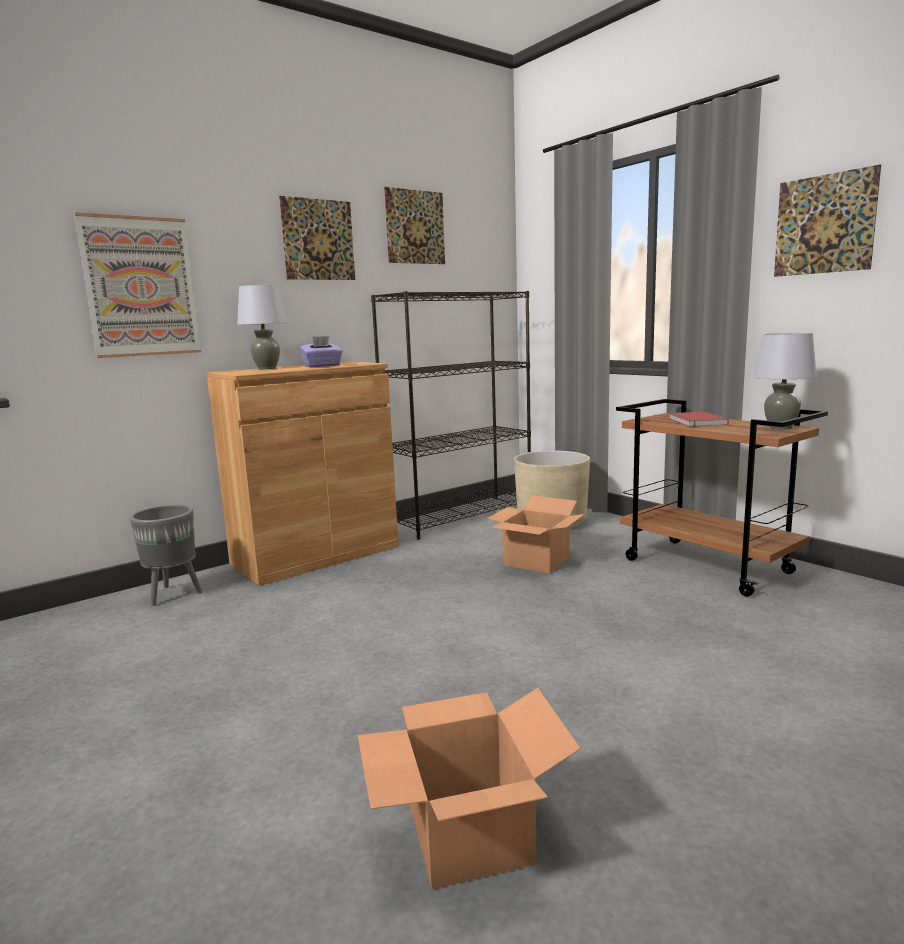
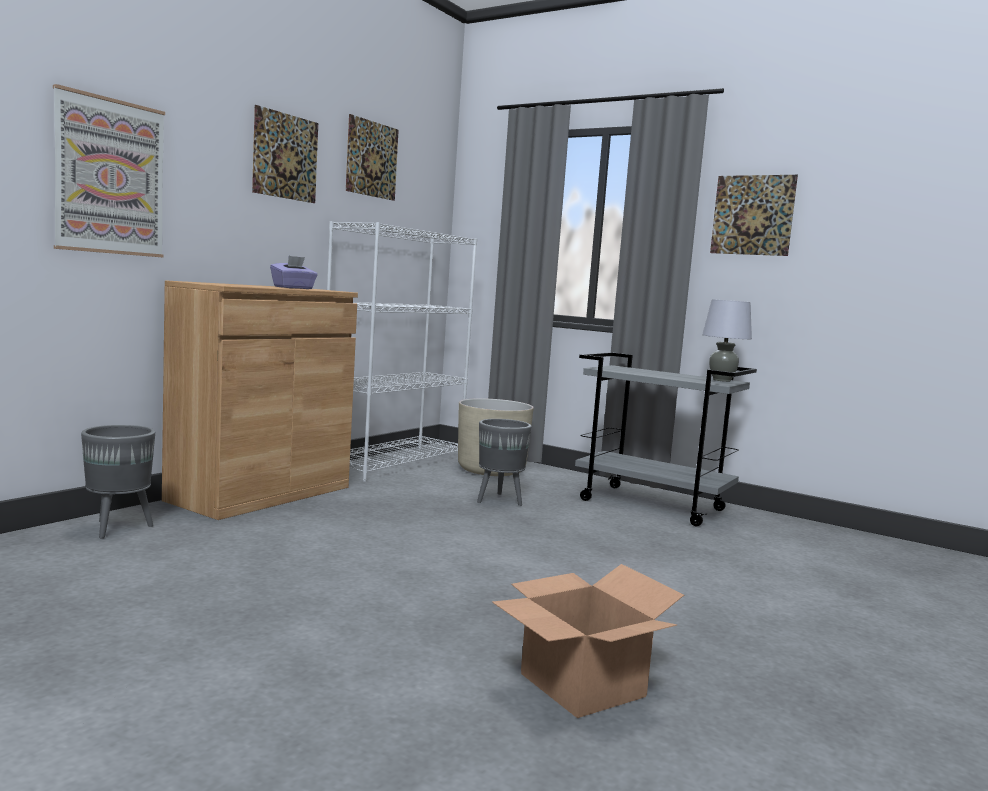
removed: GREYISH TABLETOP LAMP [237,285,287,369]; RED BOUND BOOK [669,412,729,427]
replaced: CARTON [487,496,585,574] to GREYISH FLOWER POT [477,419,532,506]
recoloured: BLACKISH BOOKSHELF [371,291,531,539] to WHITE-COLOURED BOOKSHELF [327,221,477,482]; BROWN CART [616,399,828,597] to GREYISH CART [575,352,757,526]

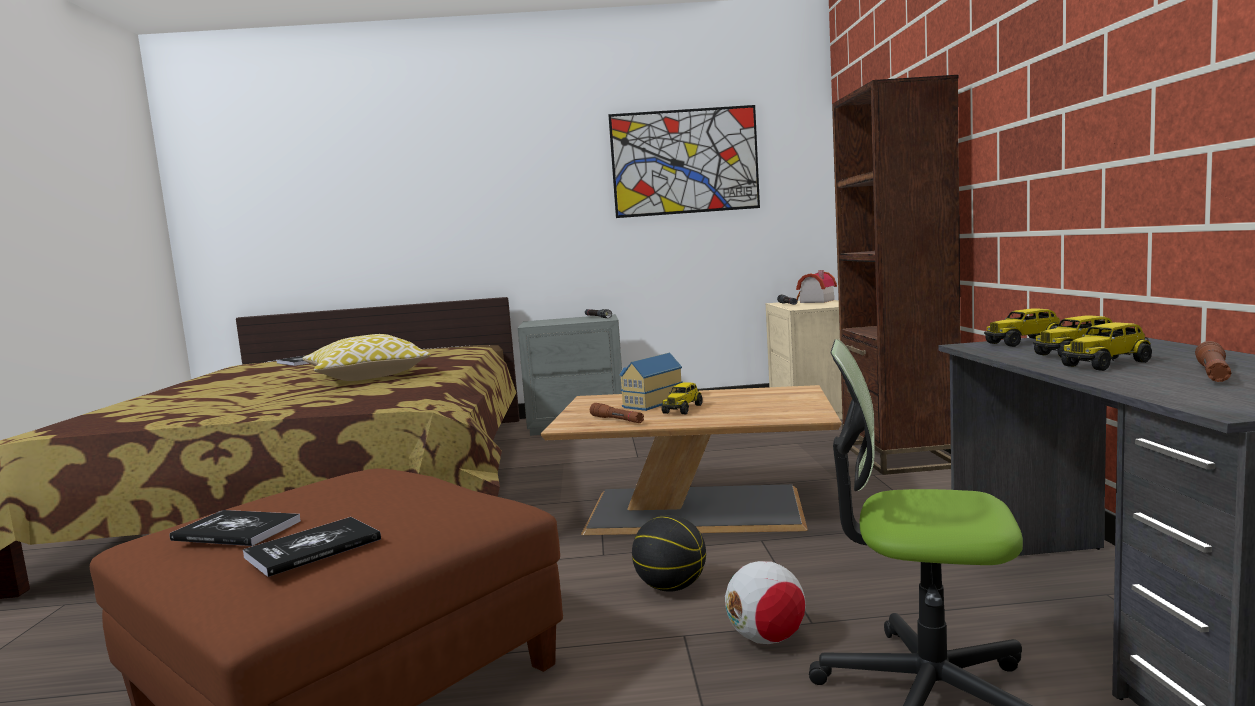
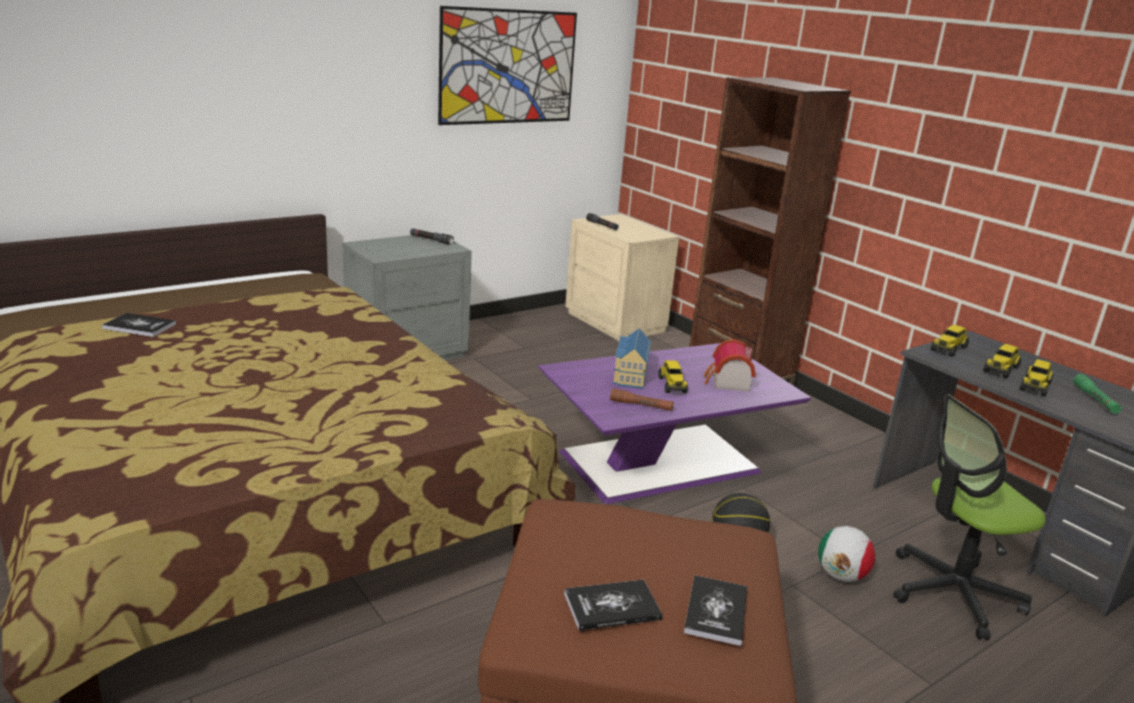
removed: THROW PILLOW [302,334,431,381]
moved: MINIATURE HOUSE [796,270,837,303] to [703,339,756,392]
recoloured: BROWN TORCH [1195,341,1231,382] to GREEN TORCH [1073,374,1122,414]; BROWN LOW TABLE [541,385,842,535] to PURPLE-COLOURED LOW TABLE [538,343,811,504]

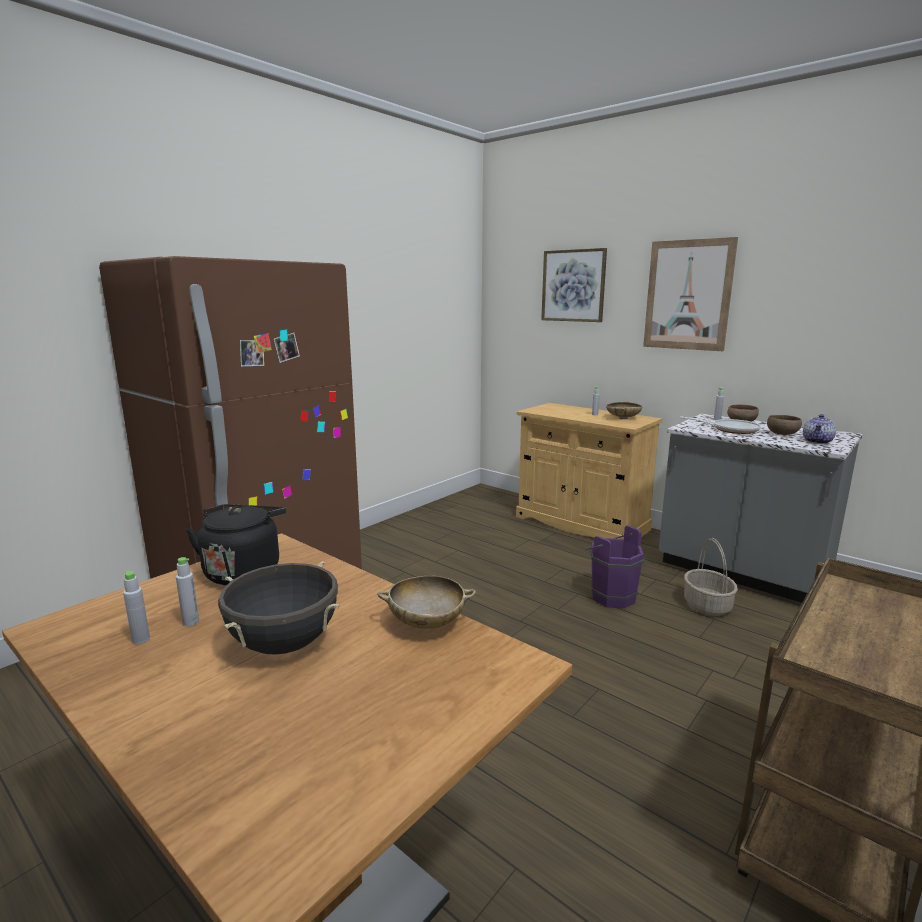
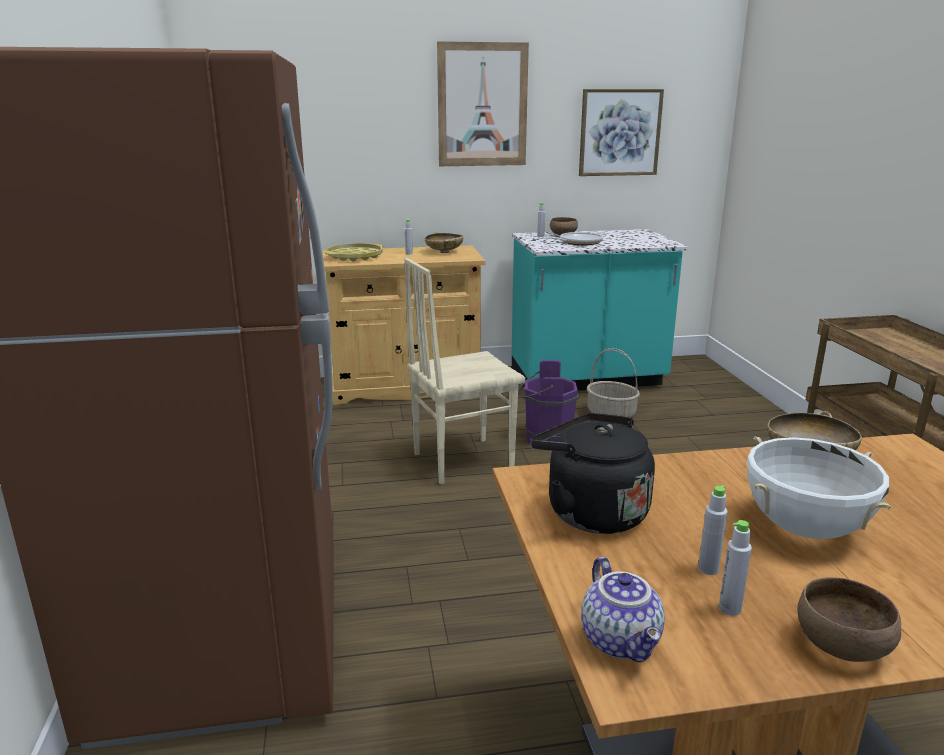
added: YELLOWISH TRAY [325,243,383,261]; SAND-COLOURED UPRIGHT CHAIR [405,258,525,484]
moved: WALL PICTURE [541,248,607,322] to [579,89,664,176]; POT FOR TEA [803,414,836,444] to [581,557,665,662]; BROWN BOWL [767,415,802,435] to [798,577,901,662]
recoloured: GREYISH COUNTER [659,414,863,603] to BLUE-GREEN COUNTER [512,229,687,391]; BLACKISH COOKING POT [218,561,339,655] to WHITE-COLOURED COOKING POT [746,436,891,539]

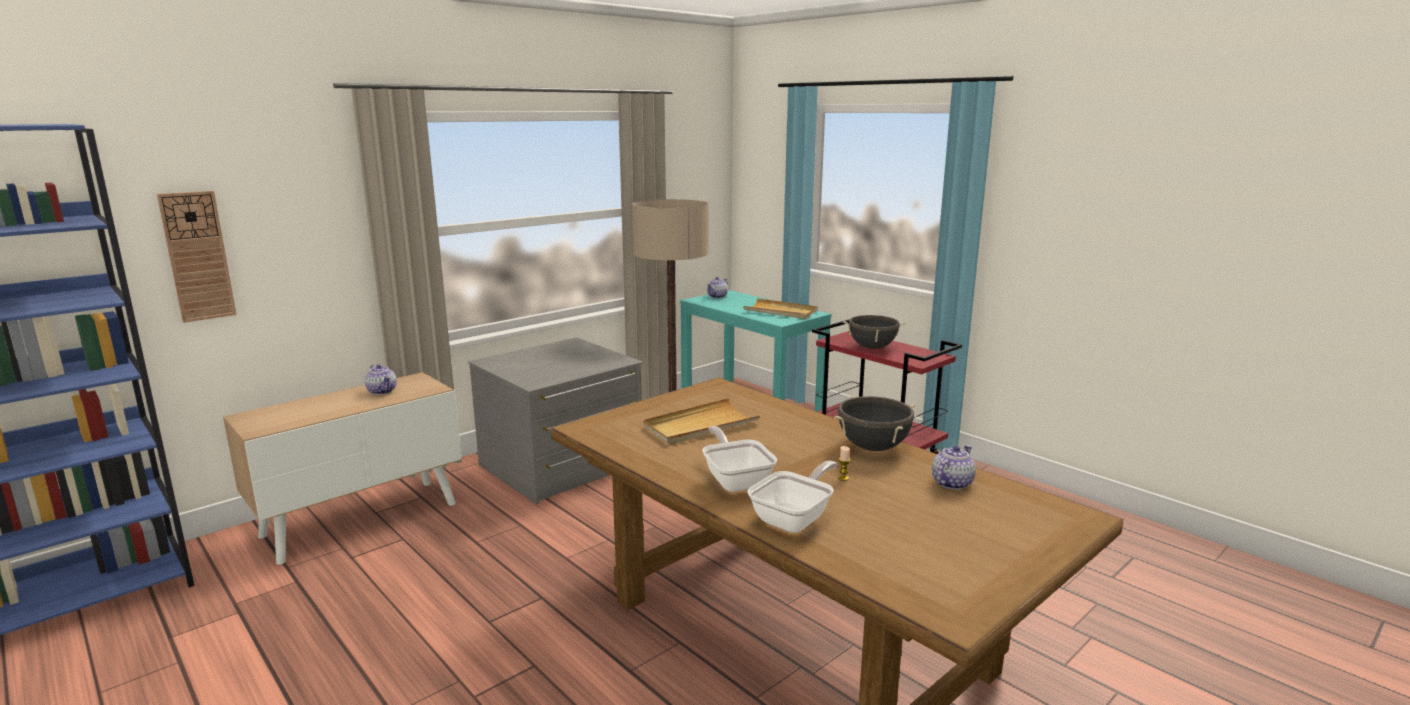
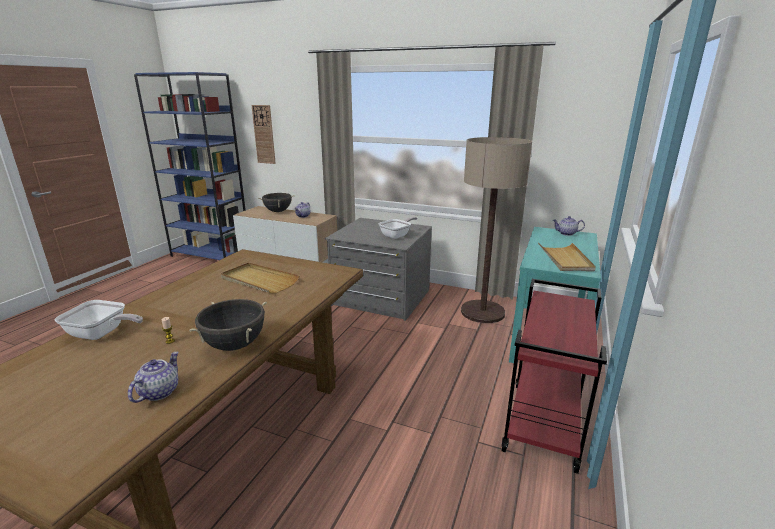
moved: BLACKISH COOKING POT [843,315,906,349] to [258,193,295,212]; PAN [702,426,777,492] to [379,217,417,239]
turned: POT FOR TEA [932,445,976,490] = [128,352,179,403] 90 degrees counterclockwise

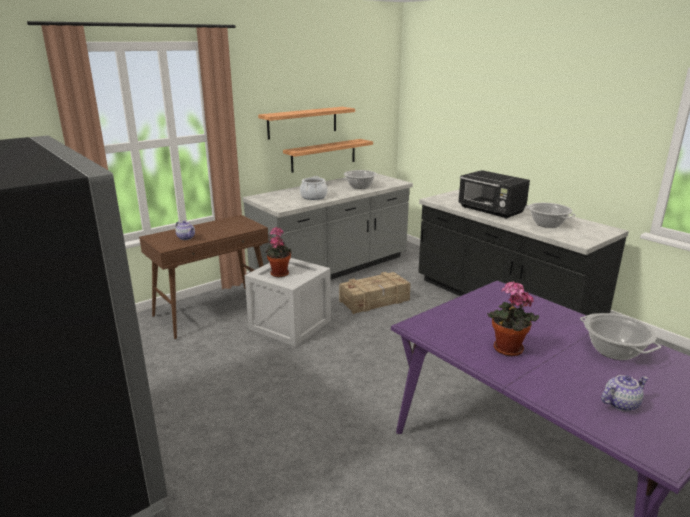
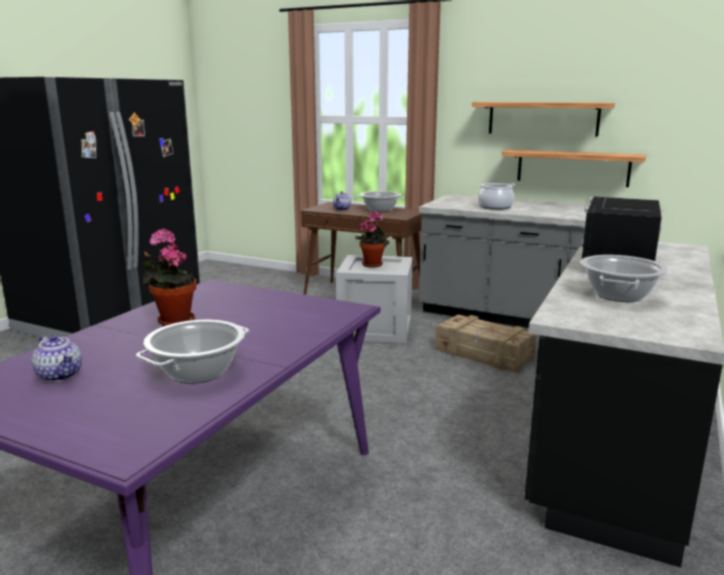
moved: COOKING POT [343,170,377,189] to [356,191,405,212]

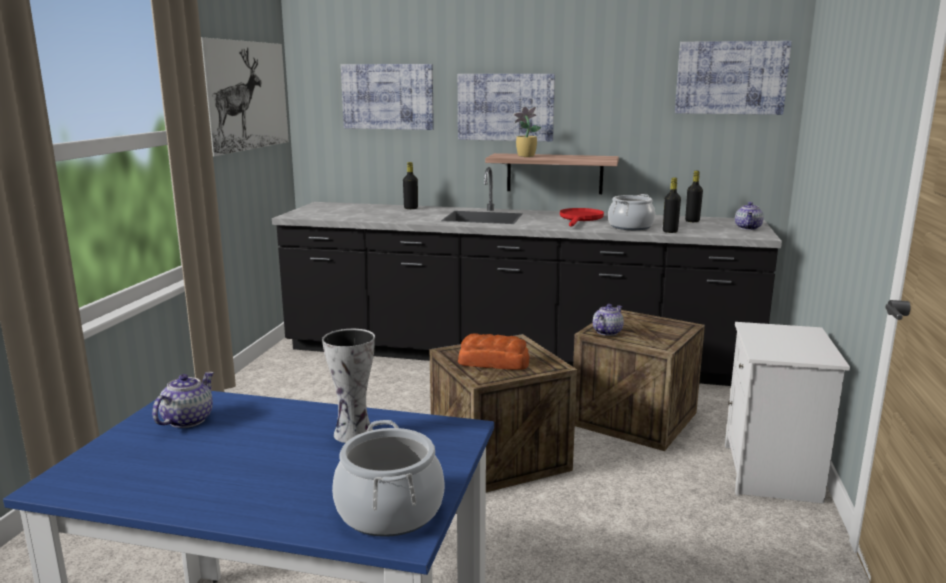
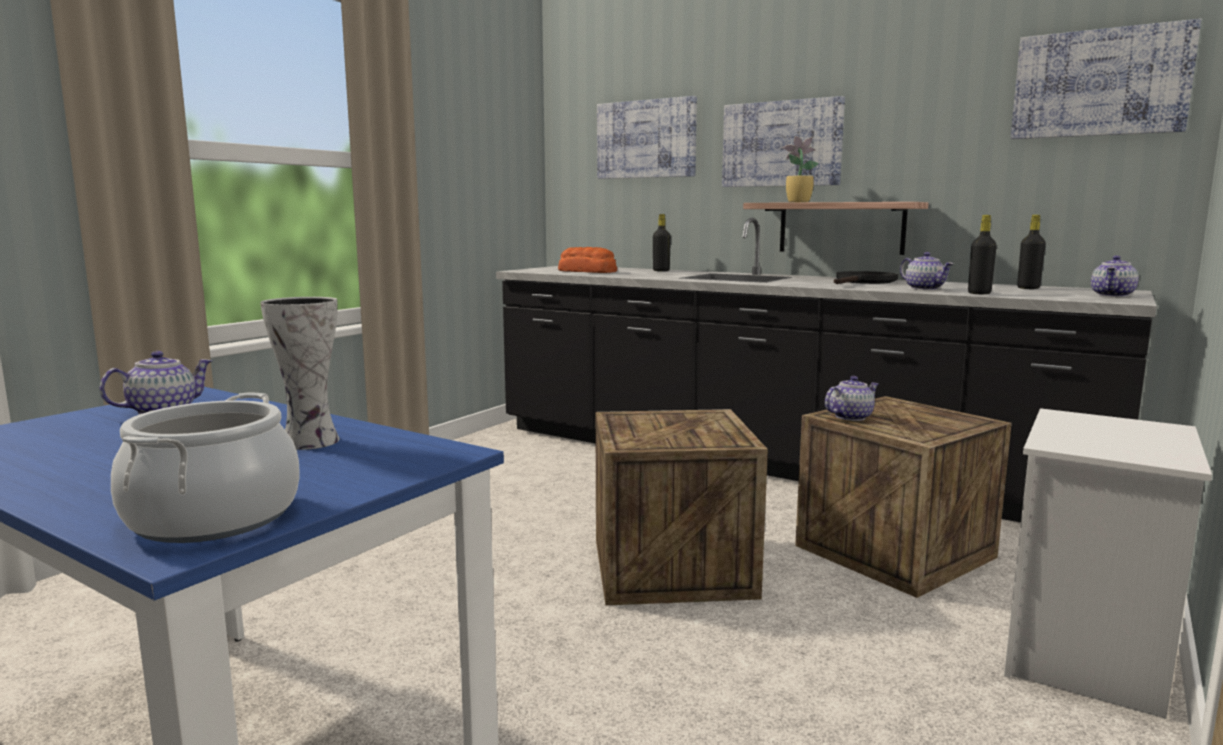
removed: WALL PICTURE [201,37,289,157]
moved: BAKERY BREAD [458,333,530,370] to [558,247,617,273]
replaced: COOKING POT [608,194,655,230] to POT FOR TEA [900,252,953,290]
recoloured: RED PAN [560,208,604,227] to BLACKISH PAN [834,271,898,284]

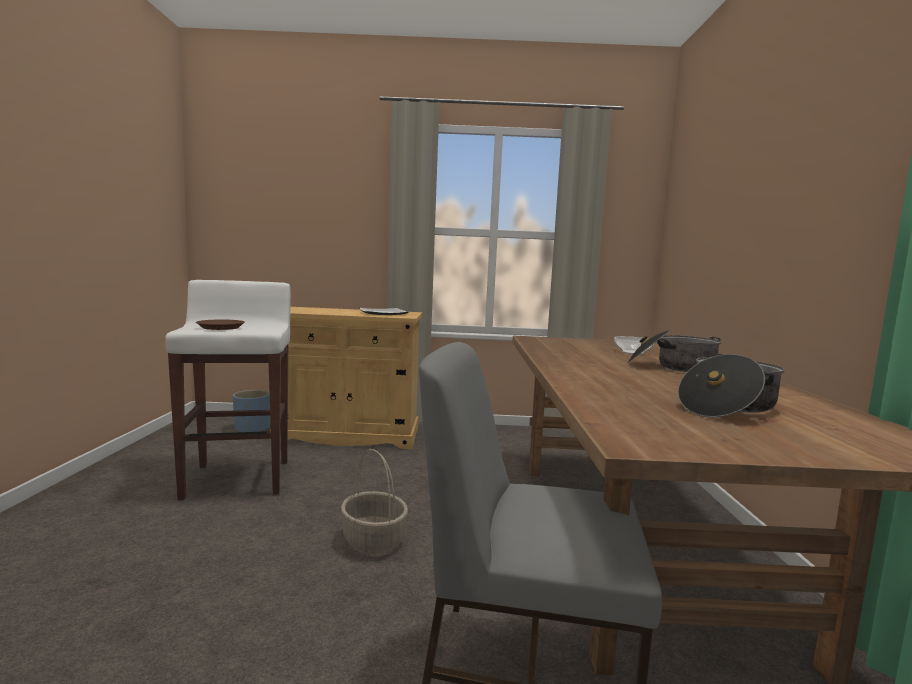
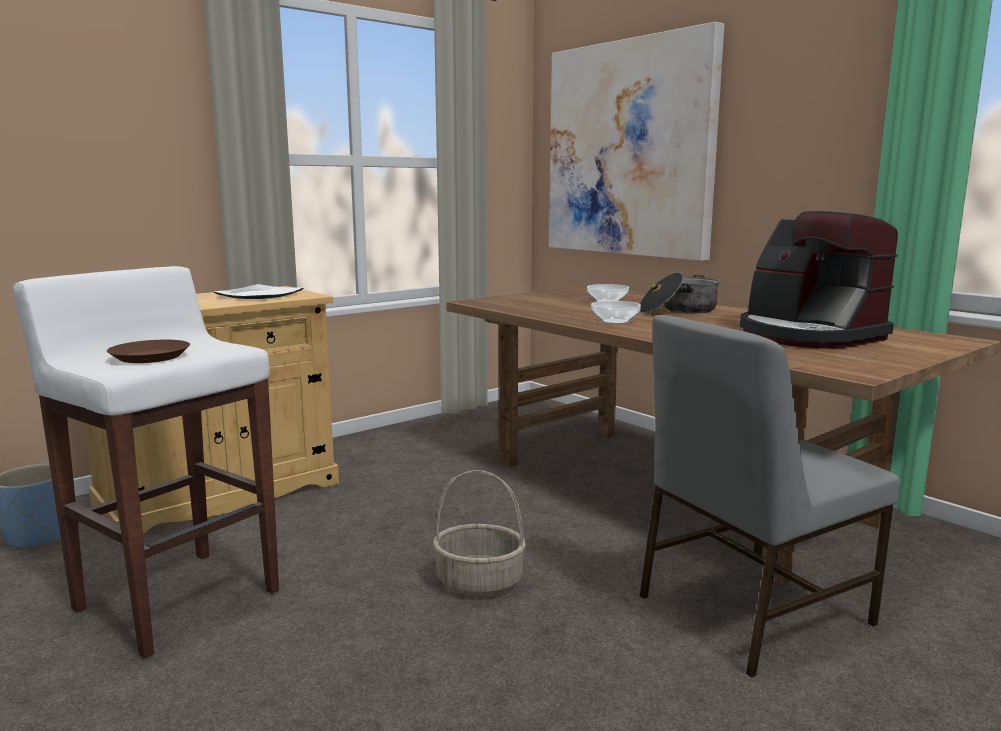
added: WALL PICTURE [549,22,724,261]; BOWL [591,301,641,324]
replaced: COOKING POT [678,353,785,418] to COFFEE MAKER [740,211,898,349]

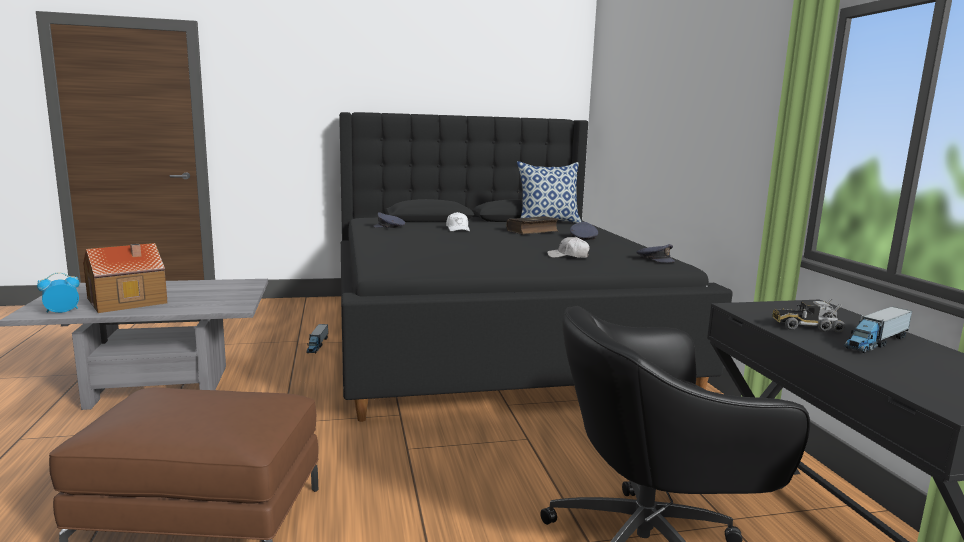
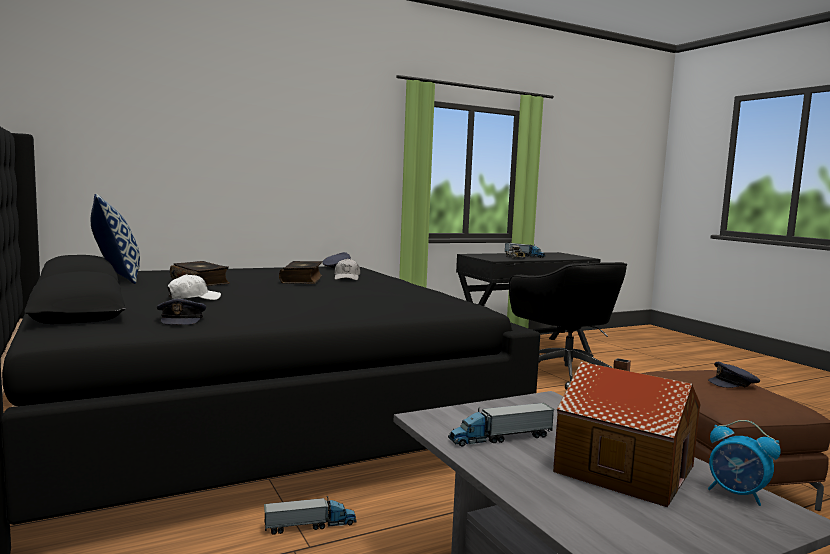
added: BOUND BOOK [279,261,322,284]; MODEL TRUCK [448,403,555,447]
moved: GREYISH PEAKED CAP [570,222,598,240] to [708,362,760,388]

